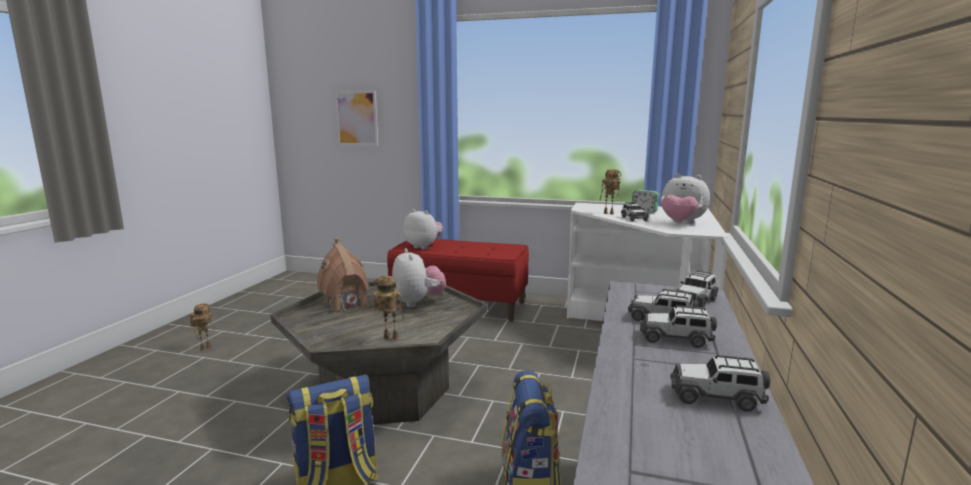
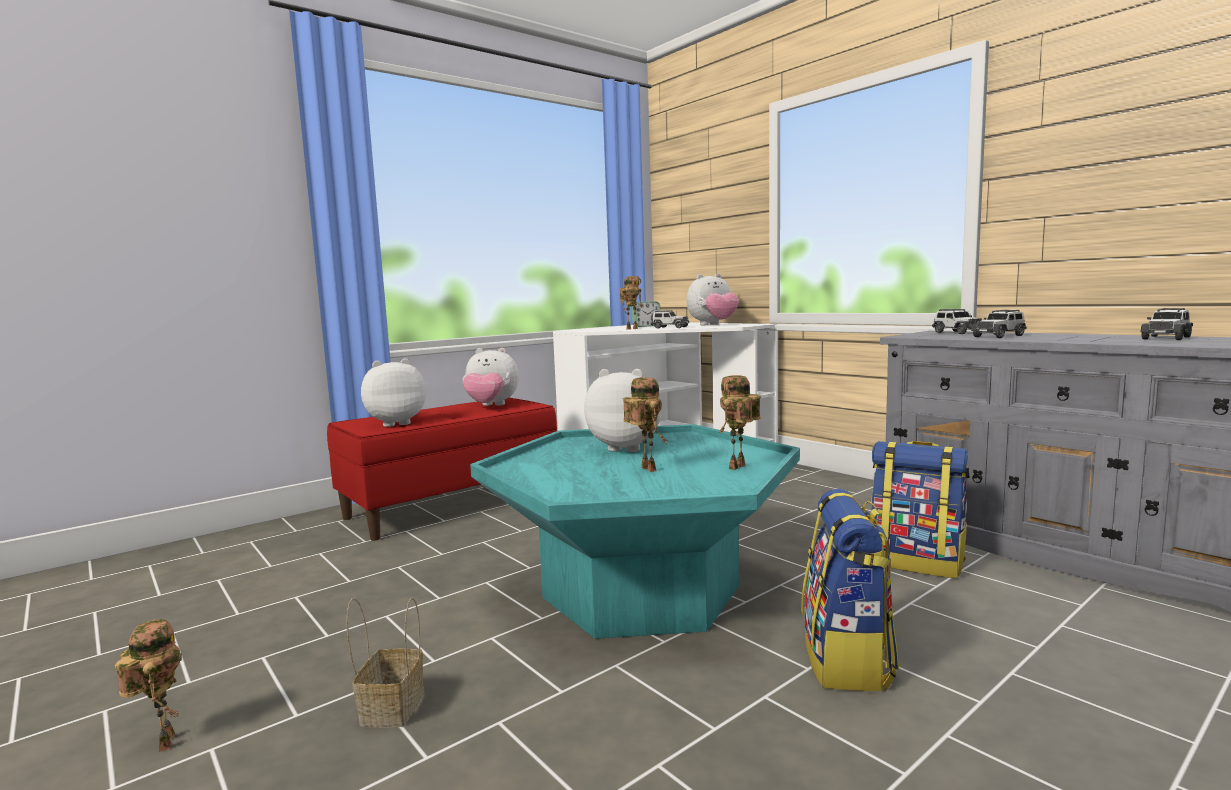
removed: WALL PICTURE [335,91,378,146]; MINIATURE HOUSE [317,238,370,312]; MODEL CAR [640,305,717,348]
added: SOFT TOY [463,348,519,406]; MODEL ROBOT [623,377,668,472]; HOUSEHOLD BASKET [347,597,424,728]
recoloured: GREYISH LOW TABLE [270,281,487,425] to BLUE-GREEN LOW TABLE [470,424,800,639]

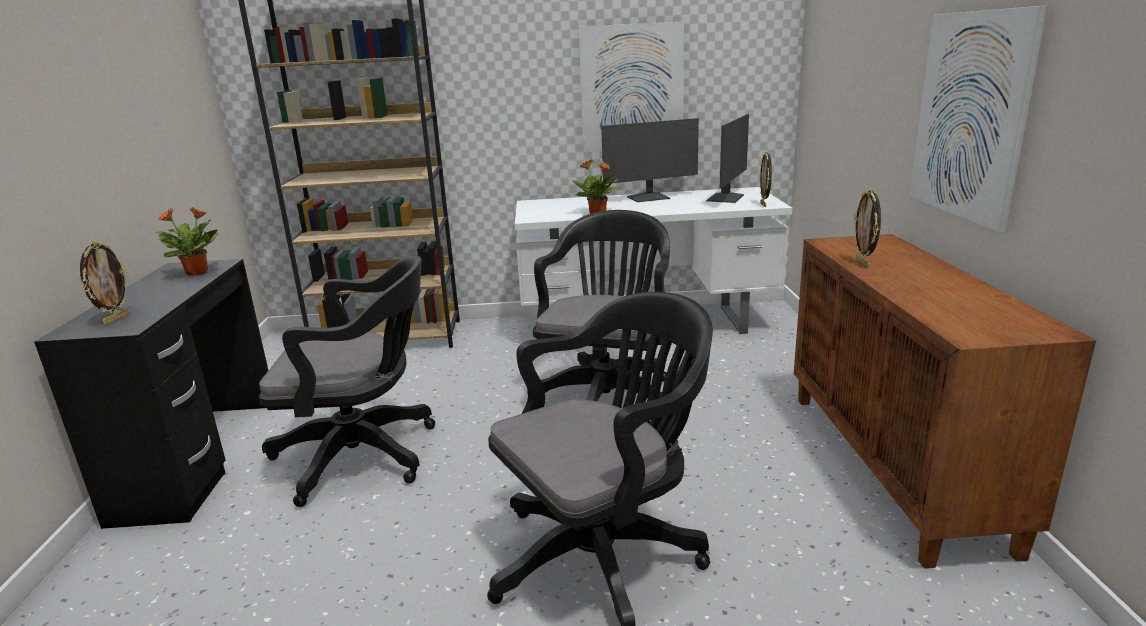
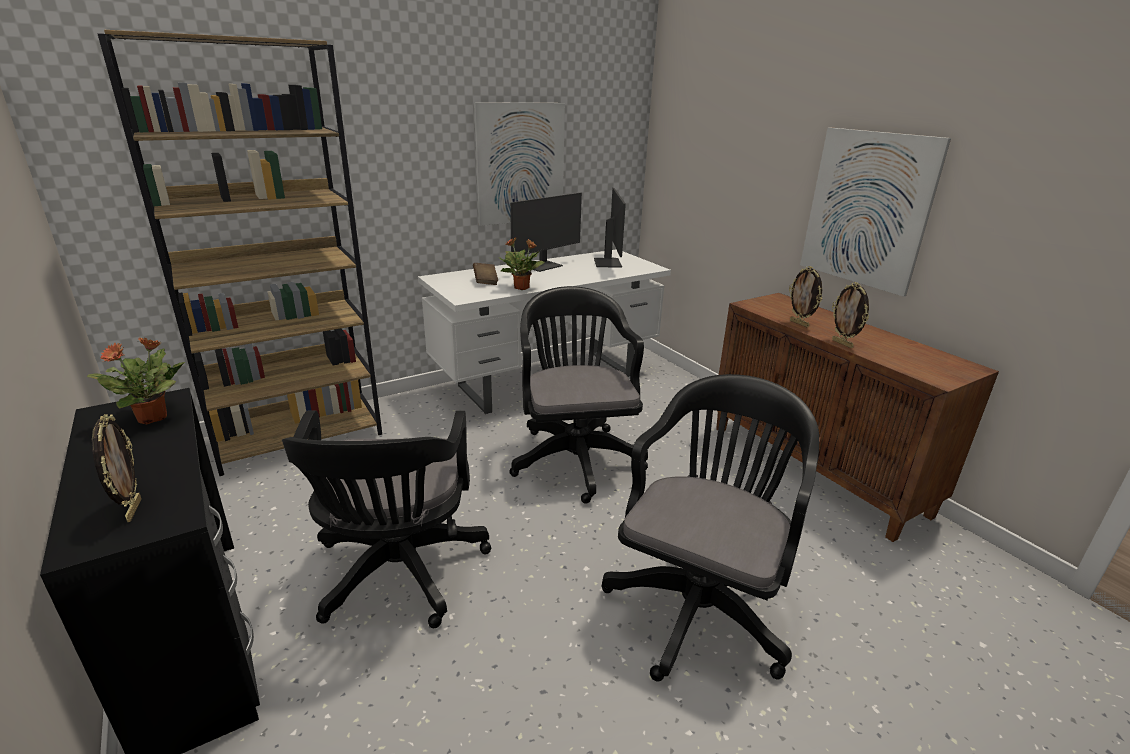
added: BROWN BOUND BOOK [473,263,498,285]
moved: PICTURE FRAME [760,151,772,207] to [832,282,869,348]
turned: BLACKISH COMPUTER CHAIR [259,255,435,507] = [282,411,491,628] 120 degrees clockwise

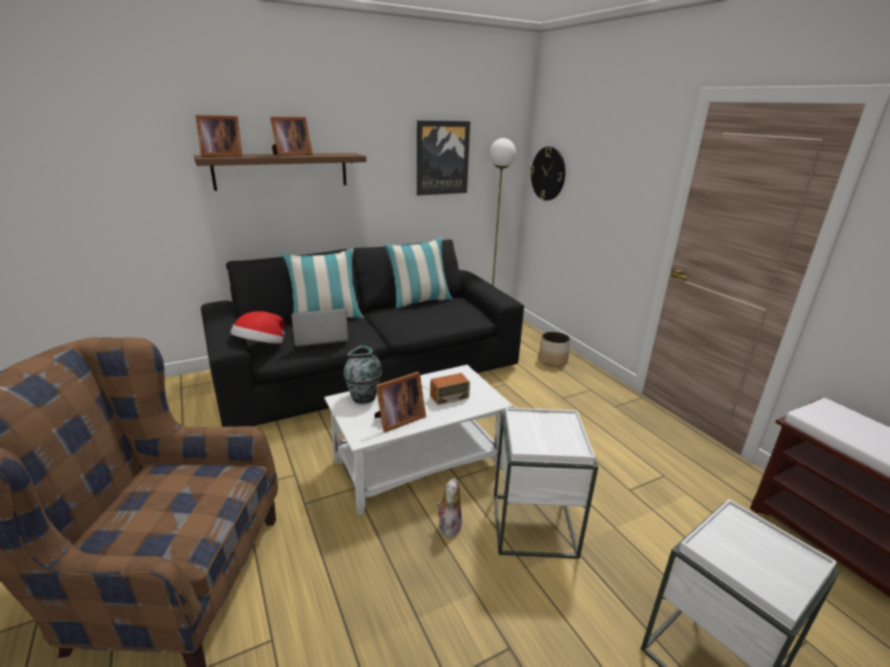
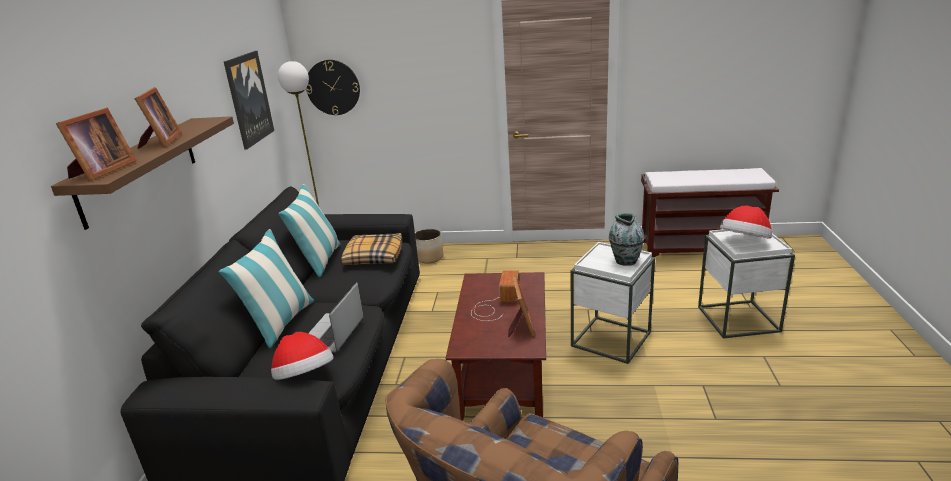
removed: SOFT TOY [436,478,462,538]
added: WEARABLE HAT [720,206,772,239]; THROW PILLOW [341,233,402,265]
moved: DECORATIVE VASE [344,345,382,404] to [609,213,645,266]
recoloured: WHITE-COLOURED LOW TABLE [324,365,513,515] to BROWN LOW TABLE [446,272,546,421]

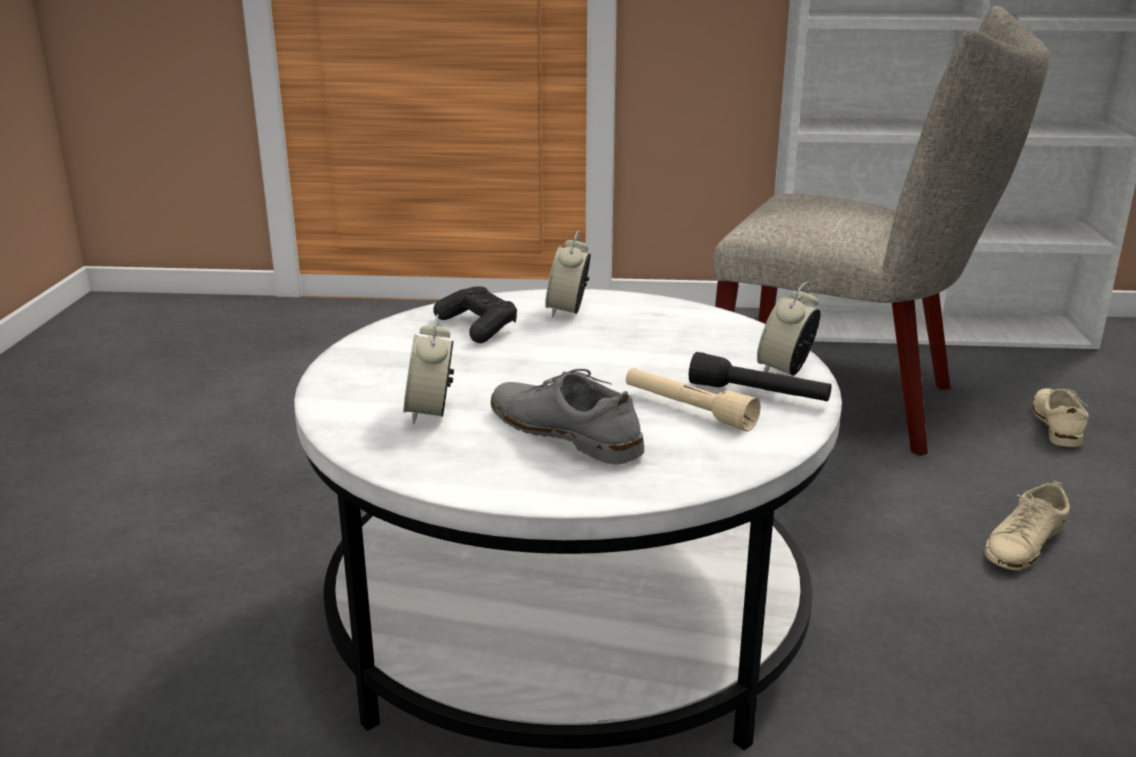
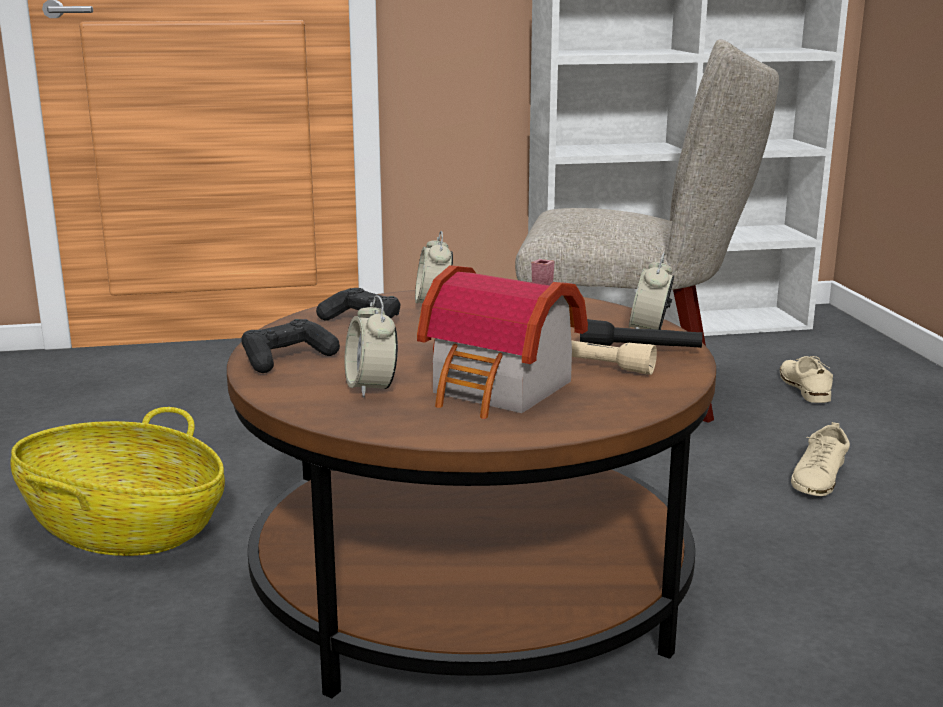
added: BLACKISH GAMEPAD [241,319,340,373]; HOUSEHOLD BASKET [10,407,225,556]
replaced: GREYISH LOW SHOE [491,369,644,465] to MINIATURE HOUSE [417,259,588,419]
recoloured: WHITE-COLOURED LOW TABLE [294,289,842,750] to BROWN LOW TABLE [227,290,716,699]

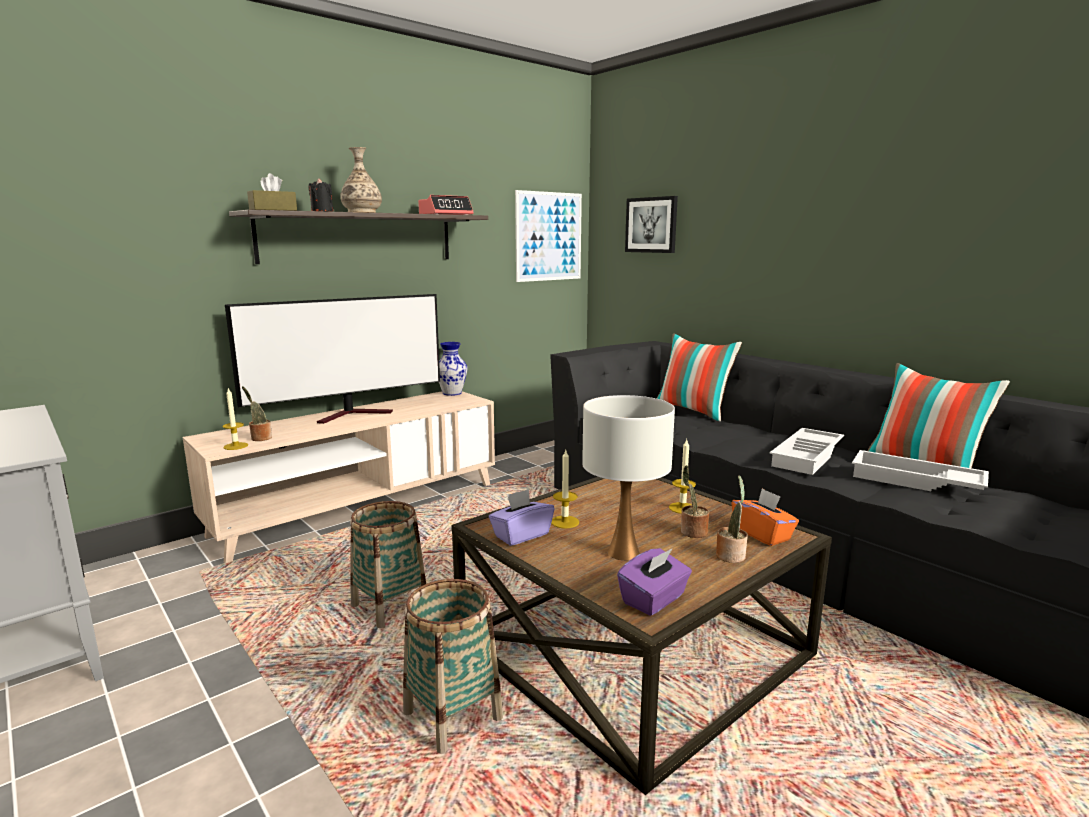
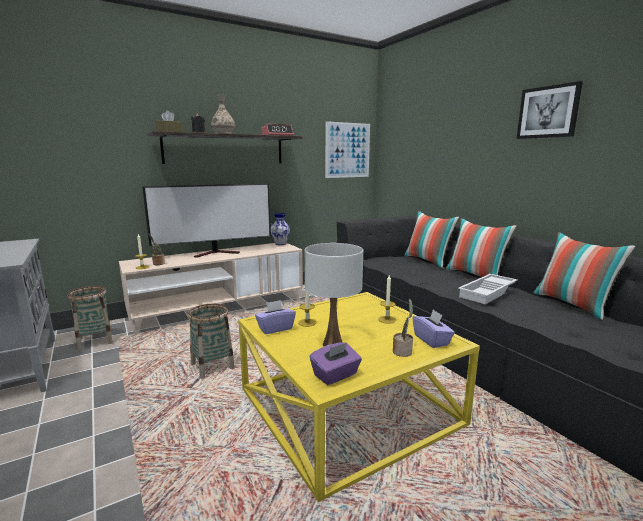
removed: WHITE-COLOURED TRAY [852,450,989,491]; PLANT IN A POT [681,465,709,538]
added: THROW PILLOW [446,218,516,277]
moved: WALL PICTURE [625,196,678,253] to [517,81,583,139]; HOUSEHOLD BASKET [403,579,503,754] to [67,286,113,351]
recoloured: BROWN LOW TABLE [451,477,832,795] to YELLOWISH LOW TABLE [238,292,480,502]; ORANGE-COLOURED TISSUE BOX [731,488,799,546] to PURPLE-COLOURED TISSUE BOX [413,309,455,348]

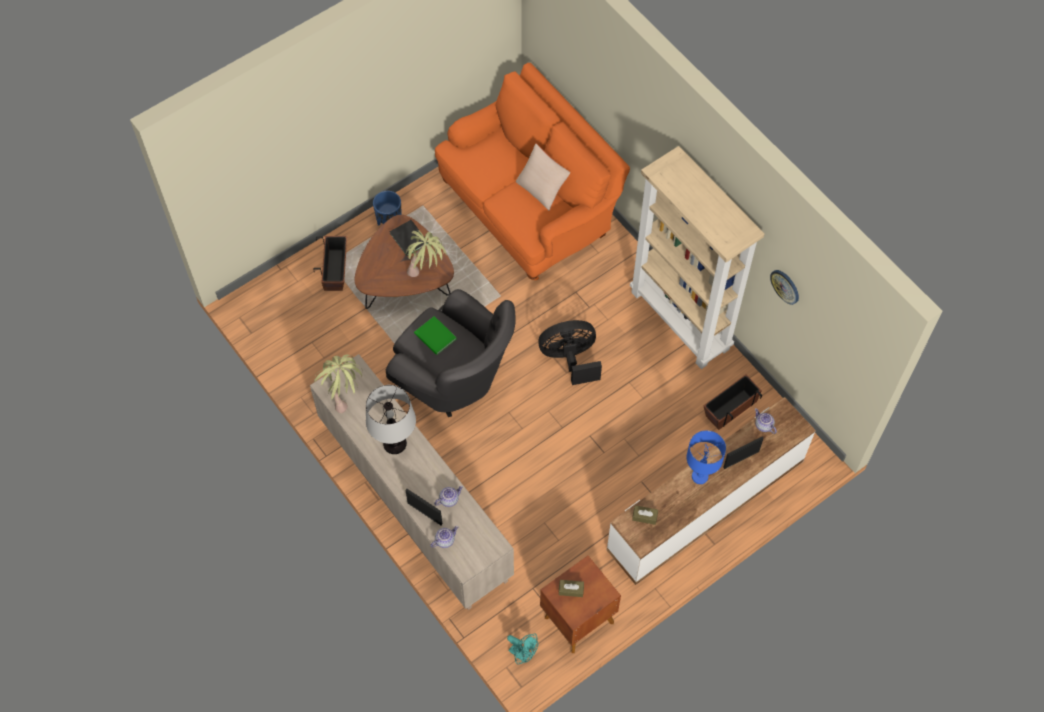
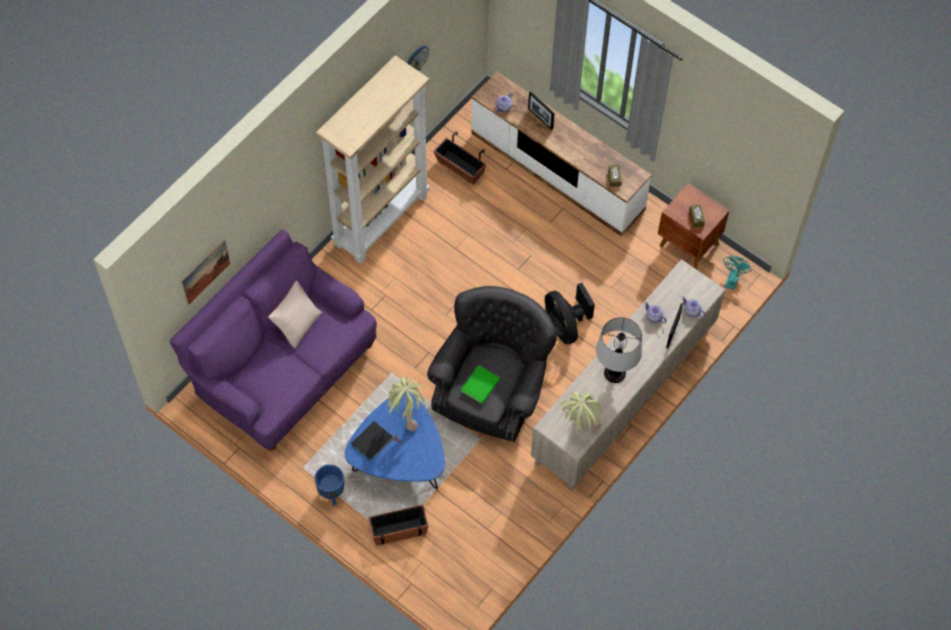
removed: BLUISH TABLETOP LAMP [686,430,726,484]
added: WALL PICTURE [182,239,230,304]
moved: BLACKISH ELECTRIC FAN [538,320,602,385] to [545,283,595,344]
recoloured: ORANGE-COLOURED COUCH [435,63,630,280] to PURPLE-COLOURED COUCH [170,229,377,450]; BROWN LOW TABLE [354,215,454,309] to BLUISH LOW TABLE [345,392,445,489]

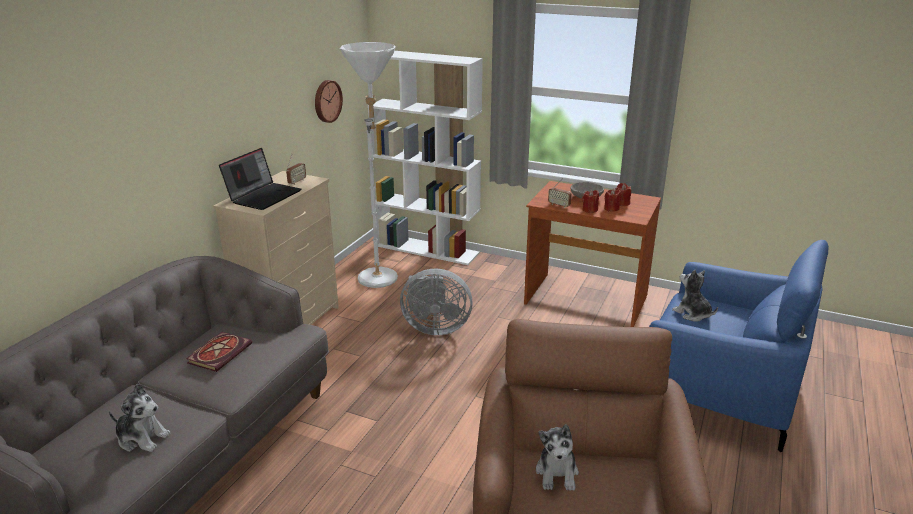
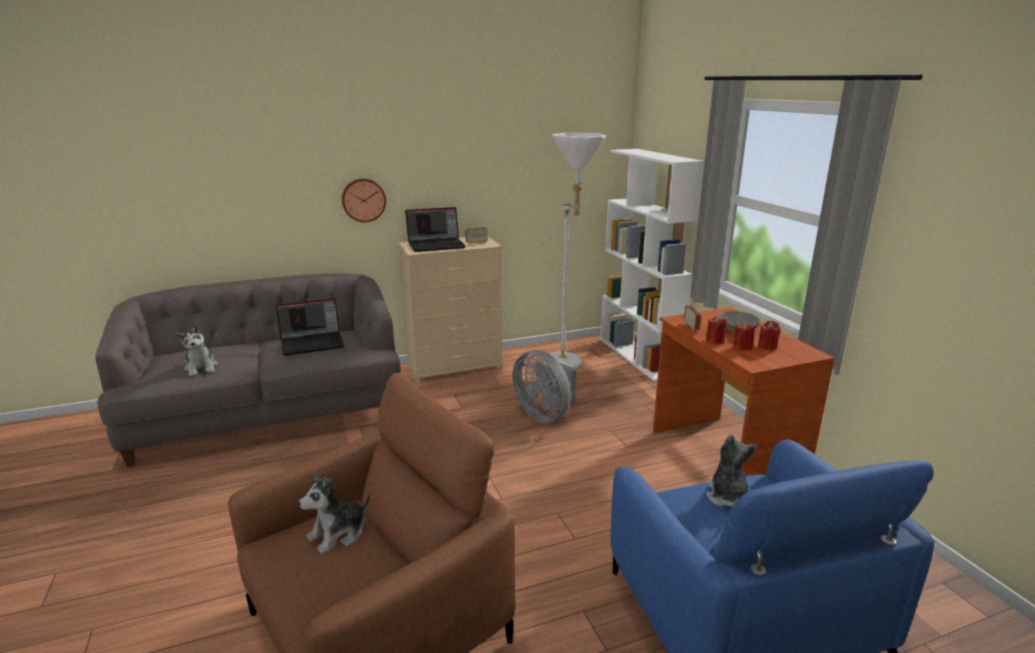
moved: CLOCK ON THE WALL [315,80,343,123] to [342,178,386,222]
replaced: BOUND BOOK [186,332,252,372] to LAPTOP [276,298,344,356]

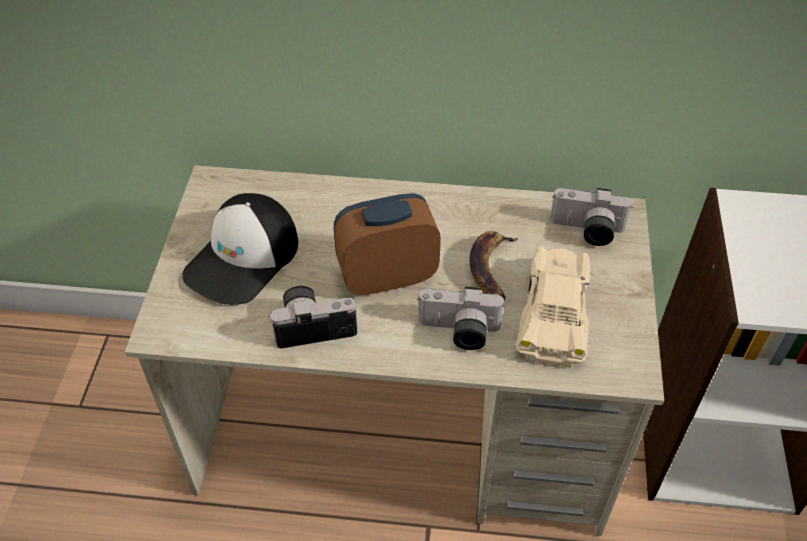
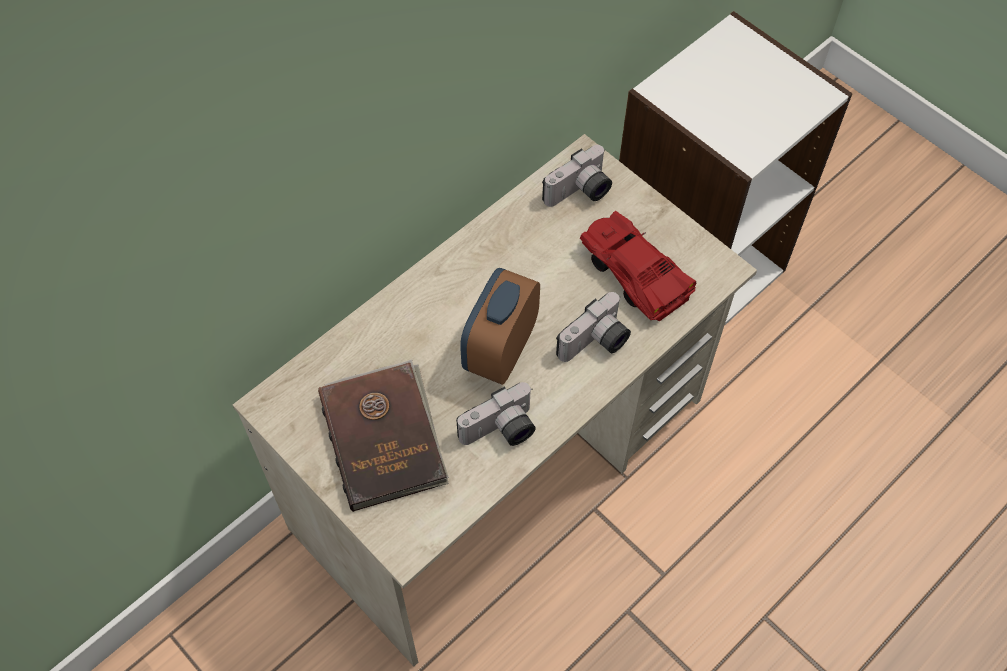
removed: BANANA FRUIT [469,231,518,300]
replaced: PEAKED CAP [182,193,298,305] to BROWN BOUND BOOK [318,359,449,512]
recoloured: SAND-COLOURED MODEL CAR [515,247,590,368] to RED MODEL CAR [580,211,697,321]
turned: STILL CAMERA [268,286,358,348] = [456,382,536,446] 150 degrees counterclockwise

